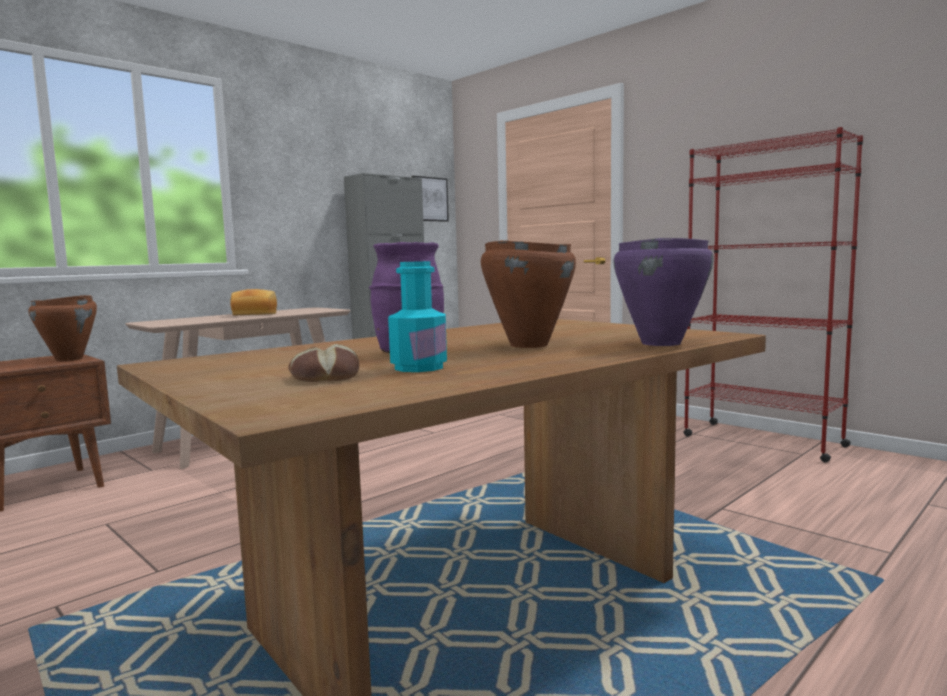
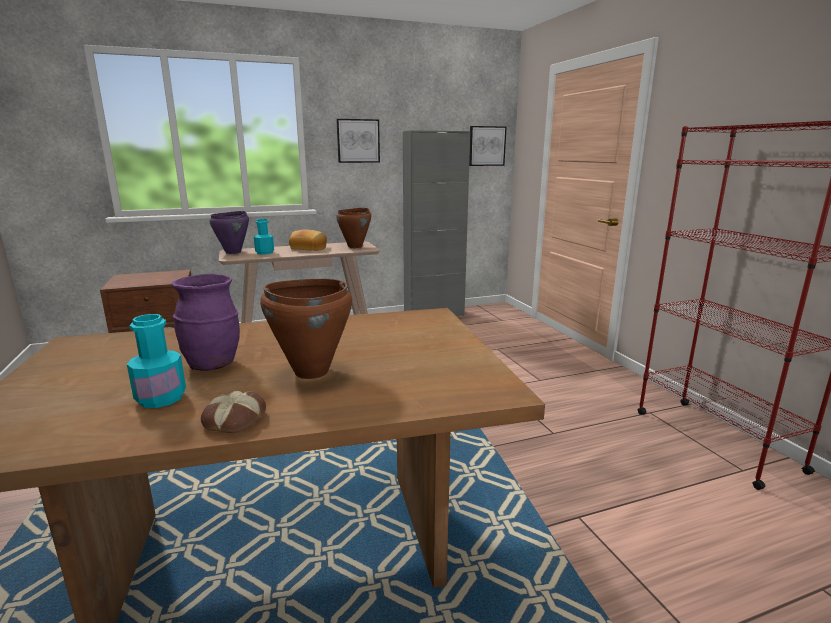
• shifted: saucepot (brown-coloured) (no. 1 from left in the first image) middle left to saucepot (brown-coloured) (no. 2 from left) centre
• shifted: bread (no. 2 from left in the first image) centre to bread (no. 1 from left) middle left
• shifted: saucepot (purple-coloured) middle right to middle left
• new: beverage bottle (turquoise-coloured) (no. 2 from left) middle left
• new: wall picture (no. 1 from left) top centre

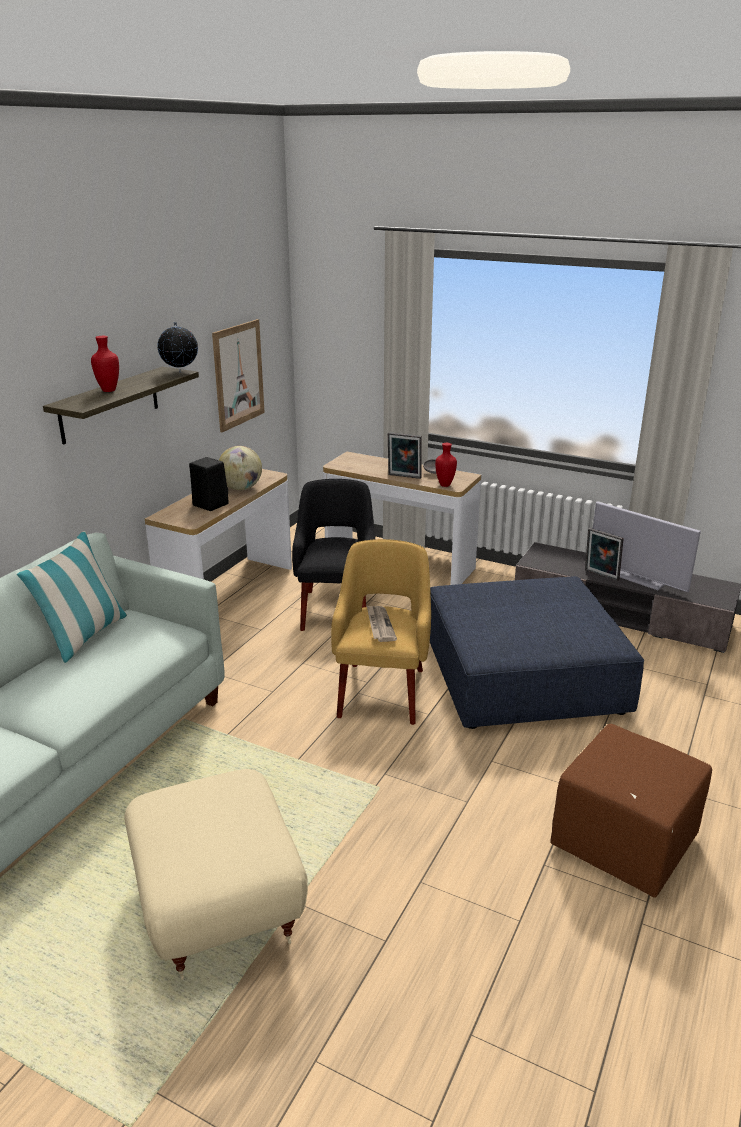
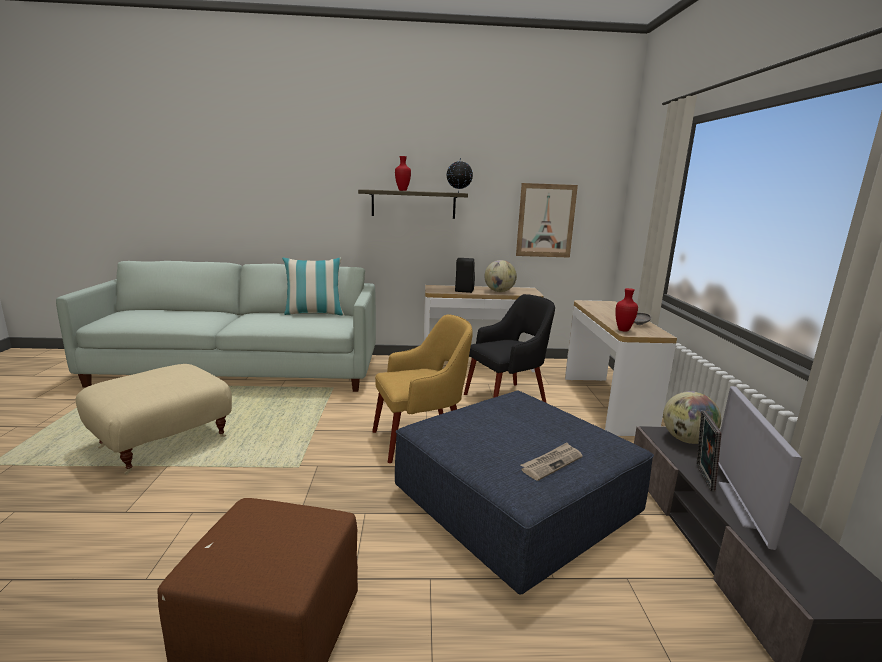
• shifted: newspaper centre to bottom centre
• gone: standing frame (no. 1 from left) centre
• new: globe (no. 3 from left) middle right

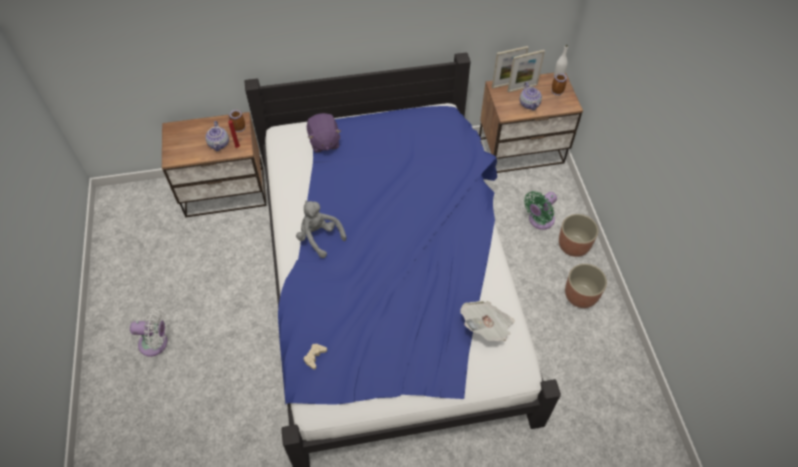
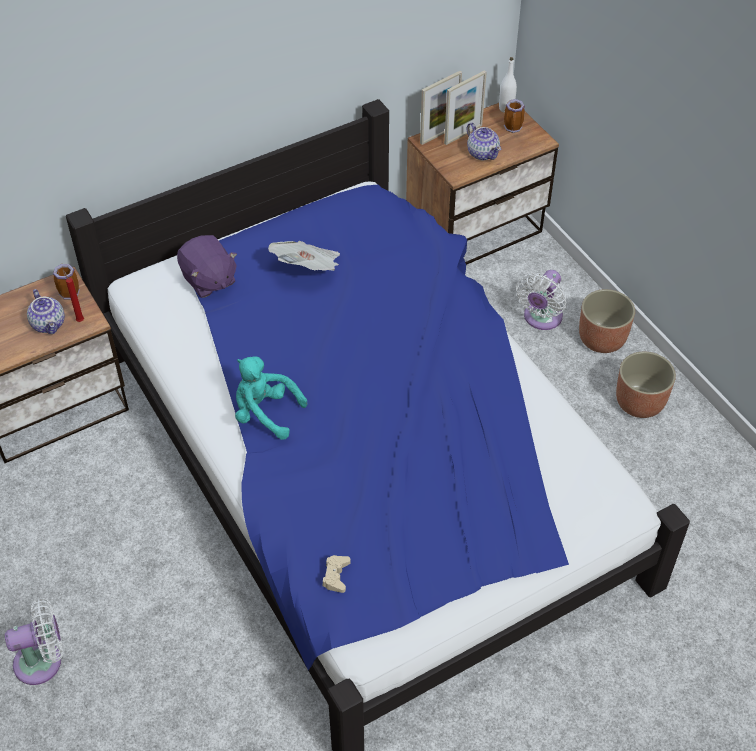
• repainted: soft toy (grey) centre to soft toy (turquoise-coloured) centre
• shifted: newspaper bottom centre to centre
• repainted: electric fan (green-coloured) middle right to electric fan (white-coloured) (no. 2 from left) middle right

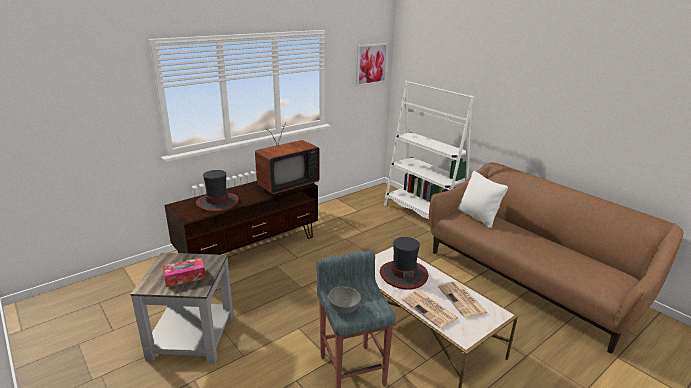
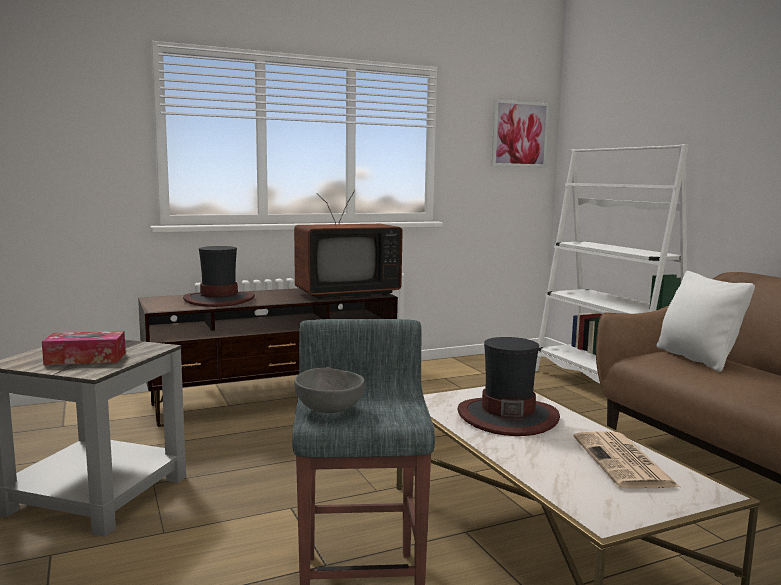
• gone: newspaper (no. 1 from left) bottom centre

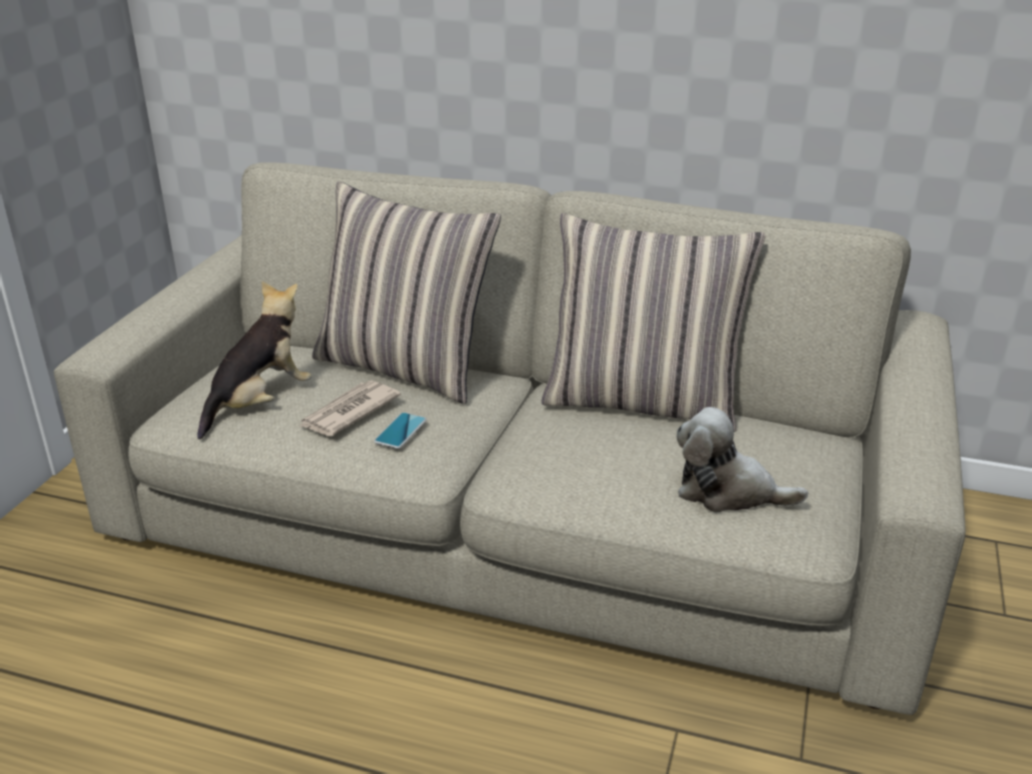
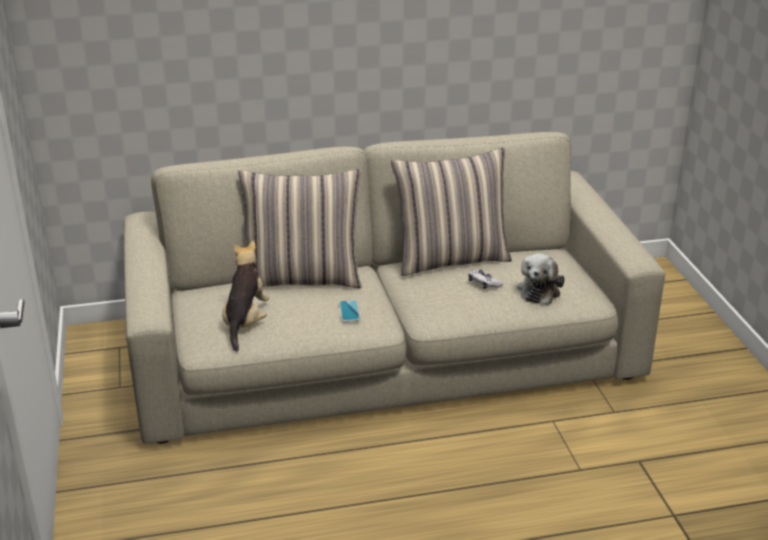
• gone: newspaper centre
• rotated: soft toy (no. 2 from left) middle right = middle right 60 degrees counterclockwise
• new: game controller centre

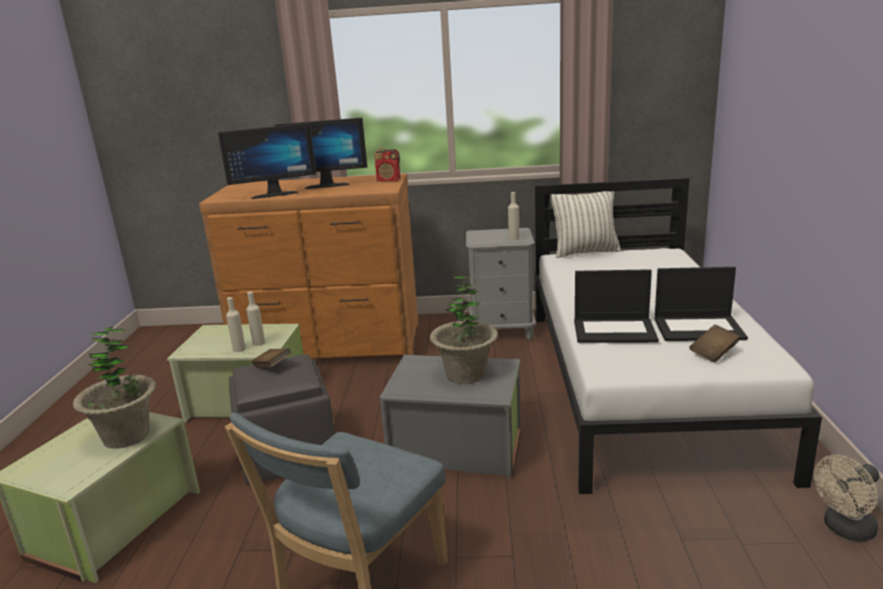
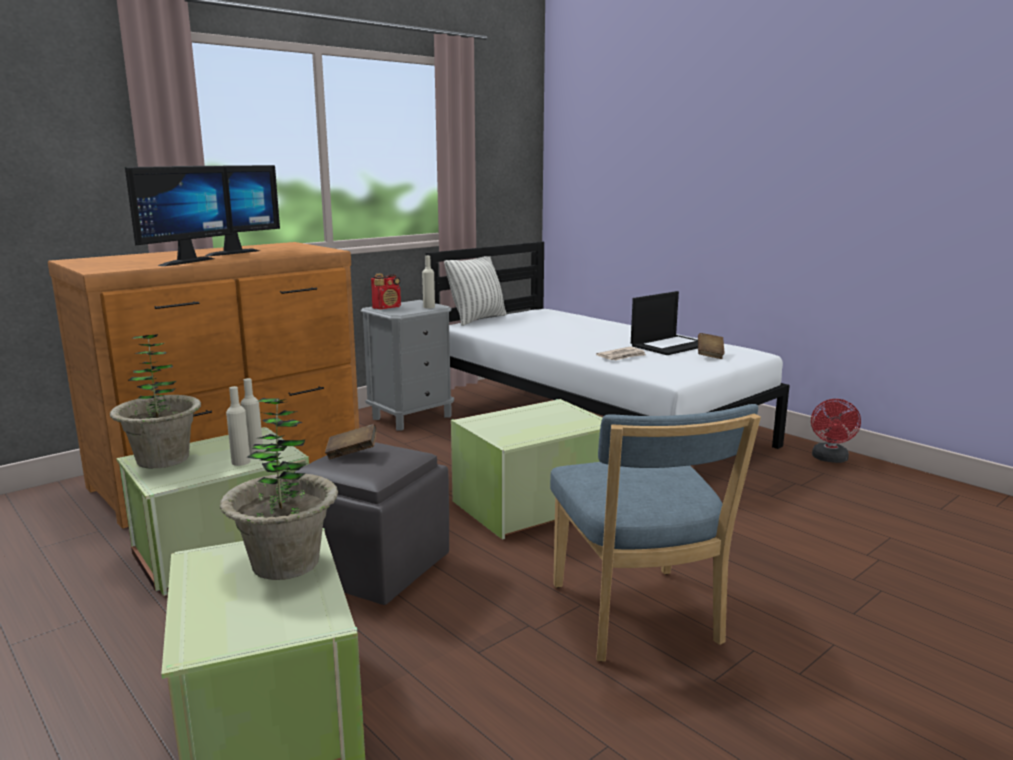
• shifted: radio set top centre to centre
• repainted: storage bin (grey) bottom centre to storage bin (green-coloured) (no. 3 from left) centre
• shifted: plant in a pot (no. 2 from left in the first image) centre to plant in a pot (no. 1 from left) middle left
• swapped: portable computer (no. 1 from left) middle right to newspaper centre
• repainted: electric fan (beige) bottom right to electric fan (reddish) middle right

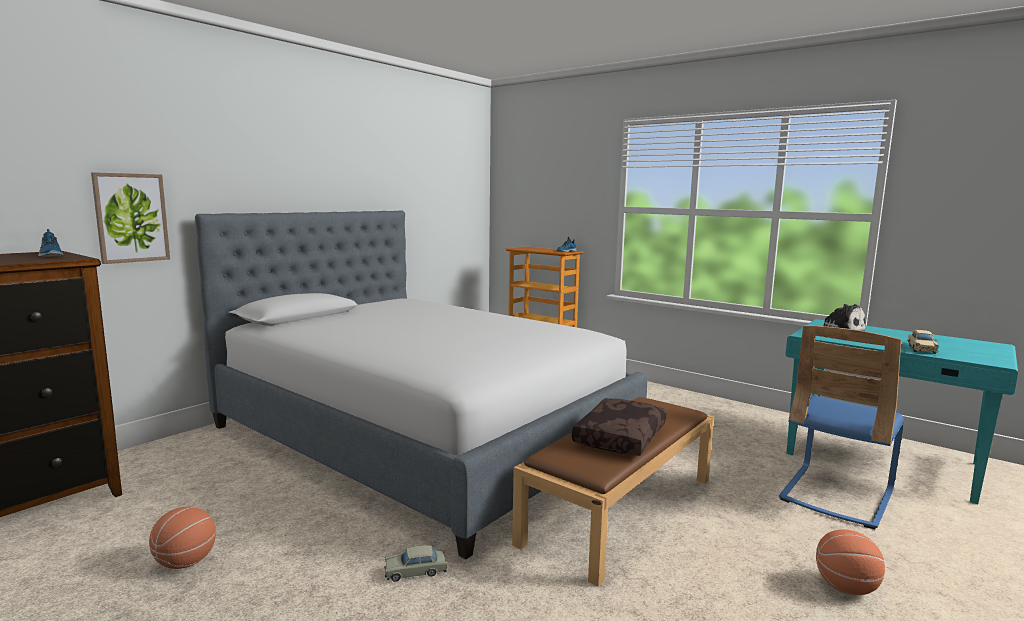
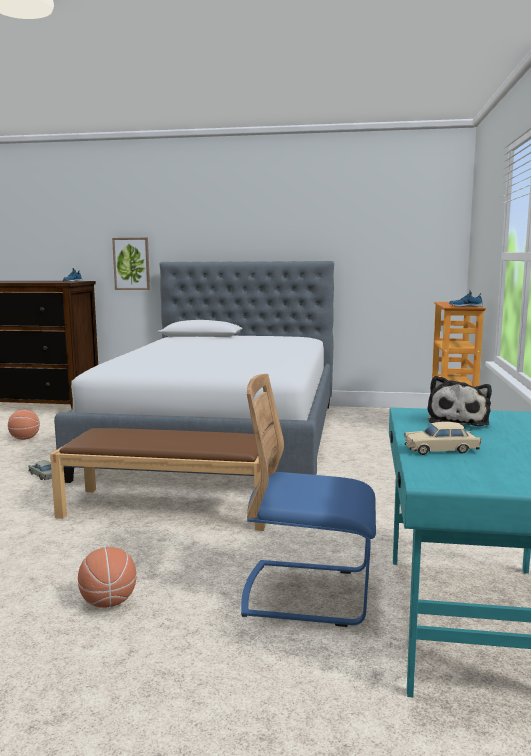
• gone: cushion (brown-coloured) bottom centre

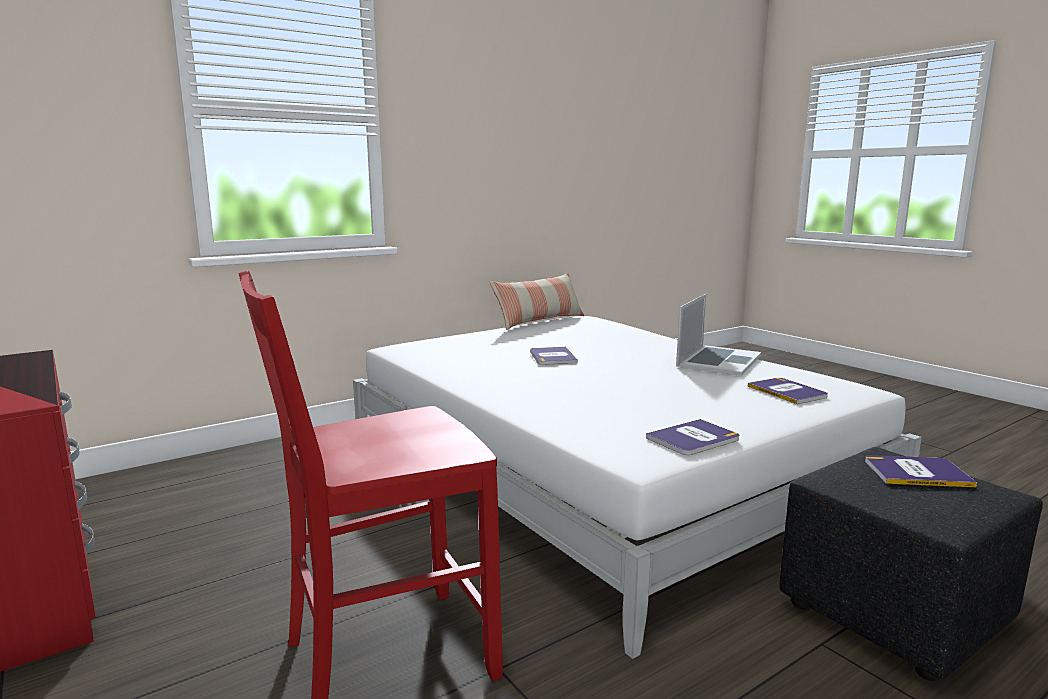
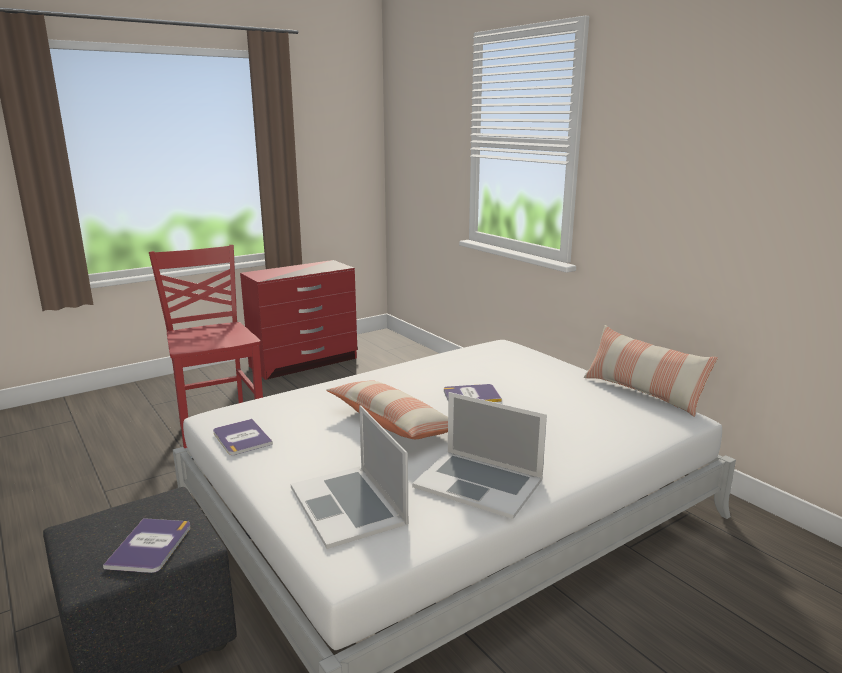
• swapped: volume (no. 3 from left) middle right to portable computer (no. 1 from left) bottom centre
• new: cushion (no. 1 from left) centre

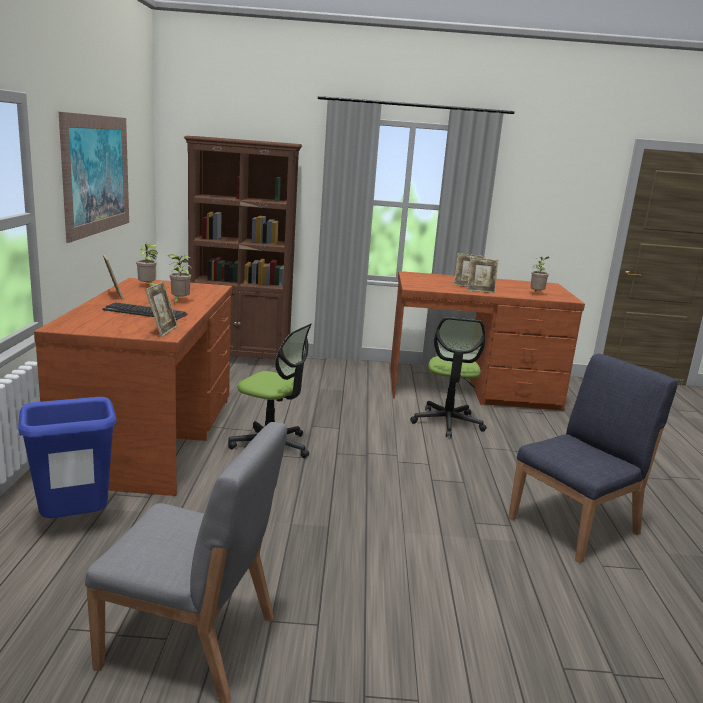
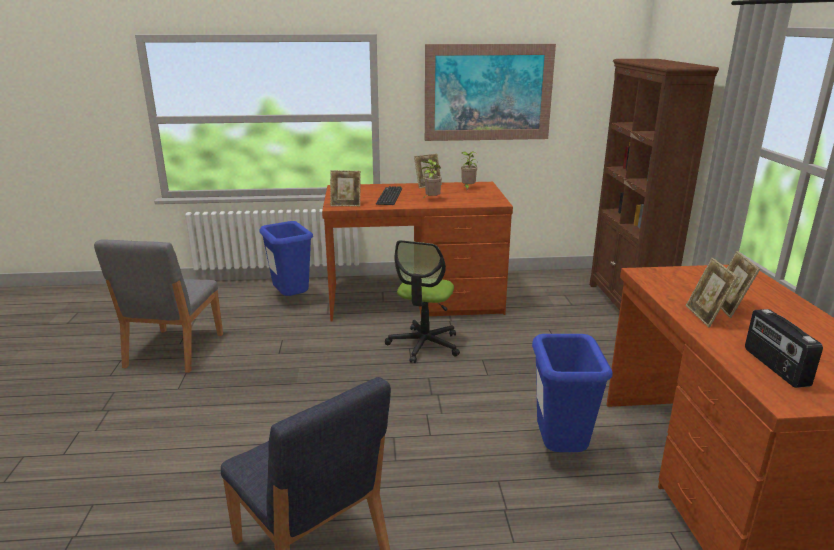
• swapped: desk chair (no. 2 from left) centre to trash can (blue-coloured) (no. 2 from left) bottom right
• swapped: plant in a pot (no. 3 from left) middle right to radio set middle right

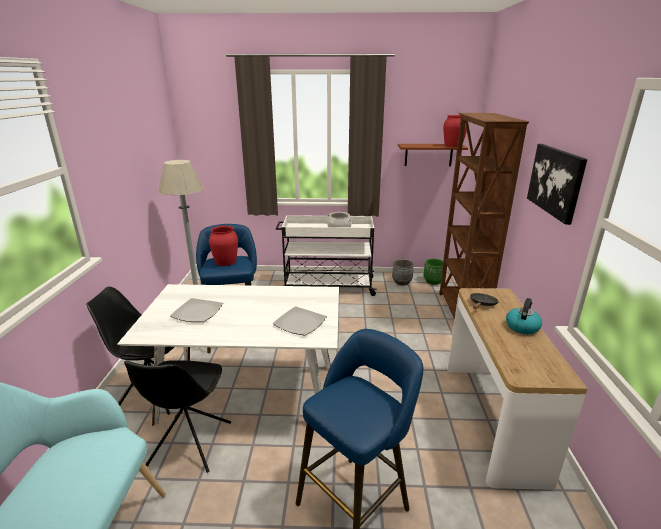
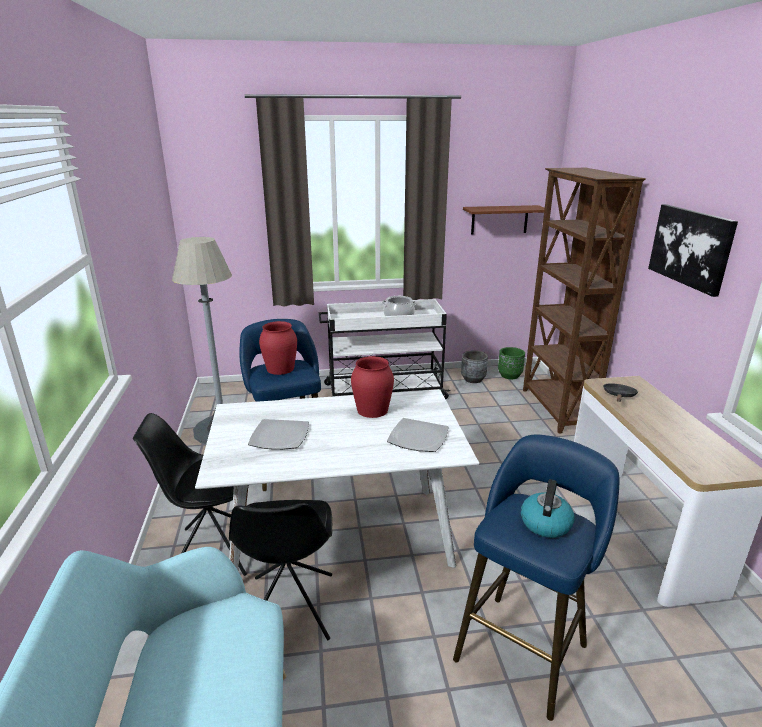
• shifted: vase (reddish) (no. 2 from left) top right to centre
• shifted: tea kettle middle right to bottom right

